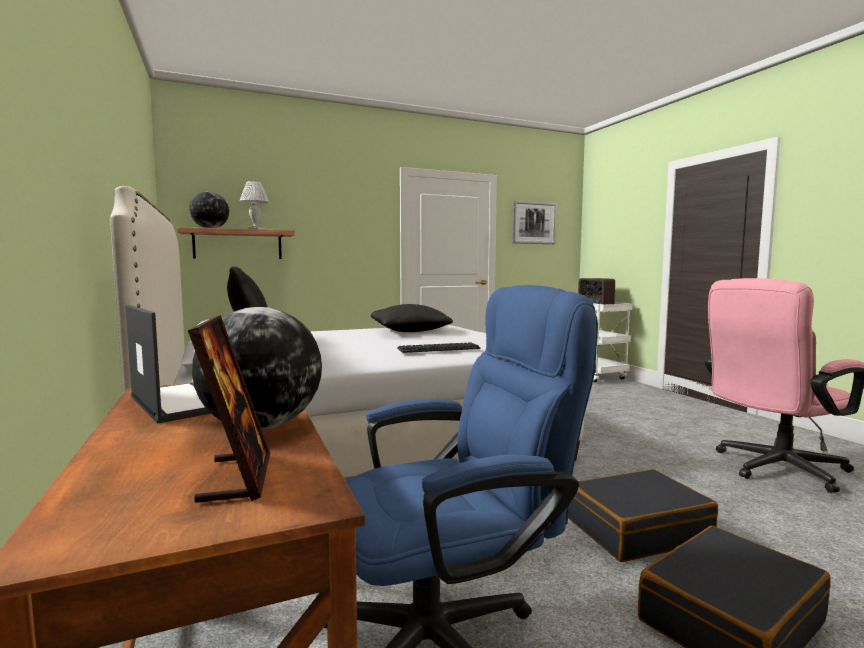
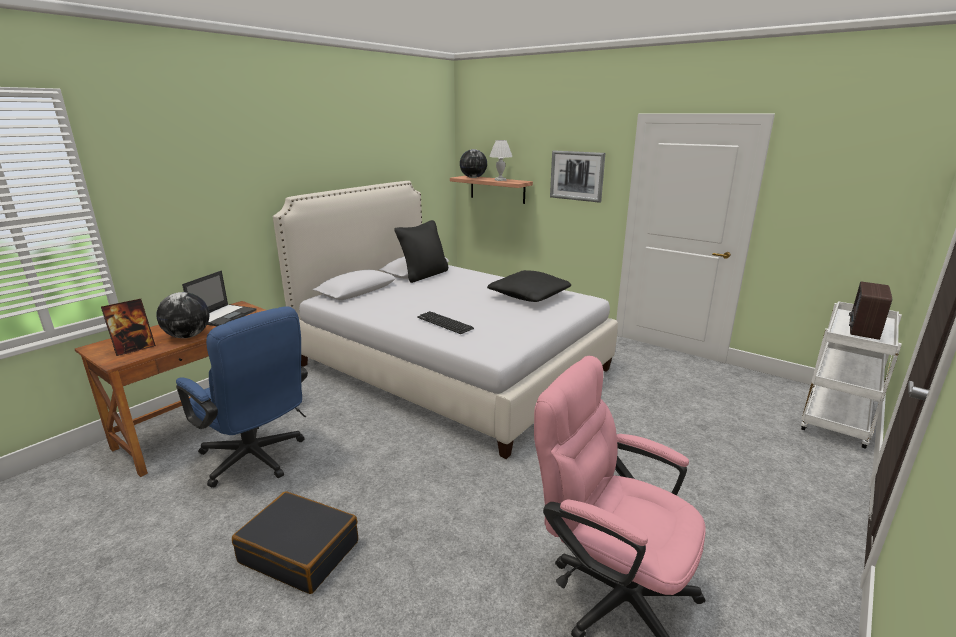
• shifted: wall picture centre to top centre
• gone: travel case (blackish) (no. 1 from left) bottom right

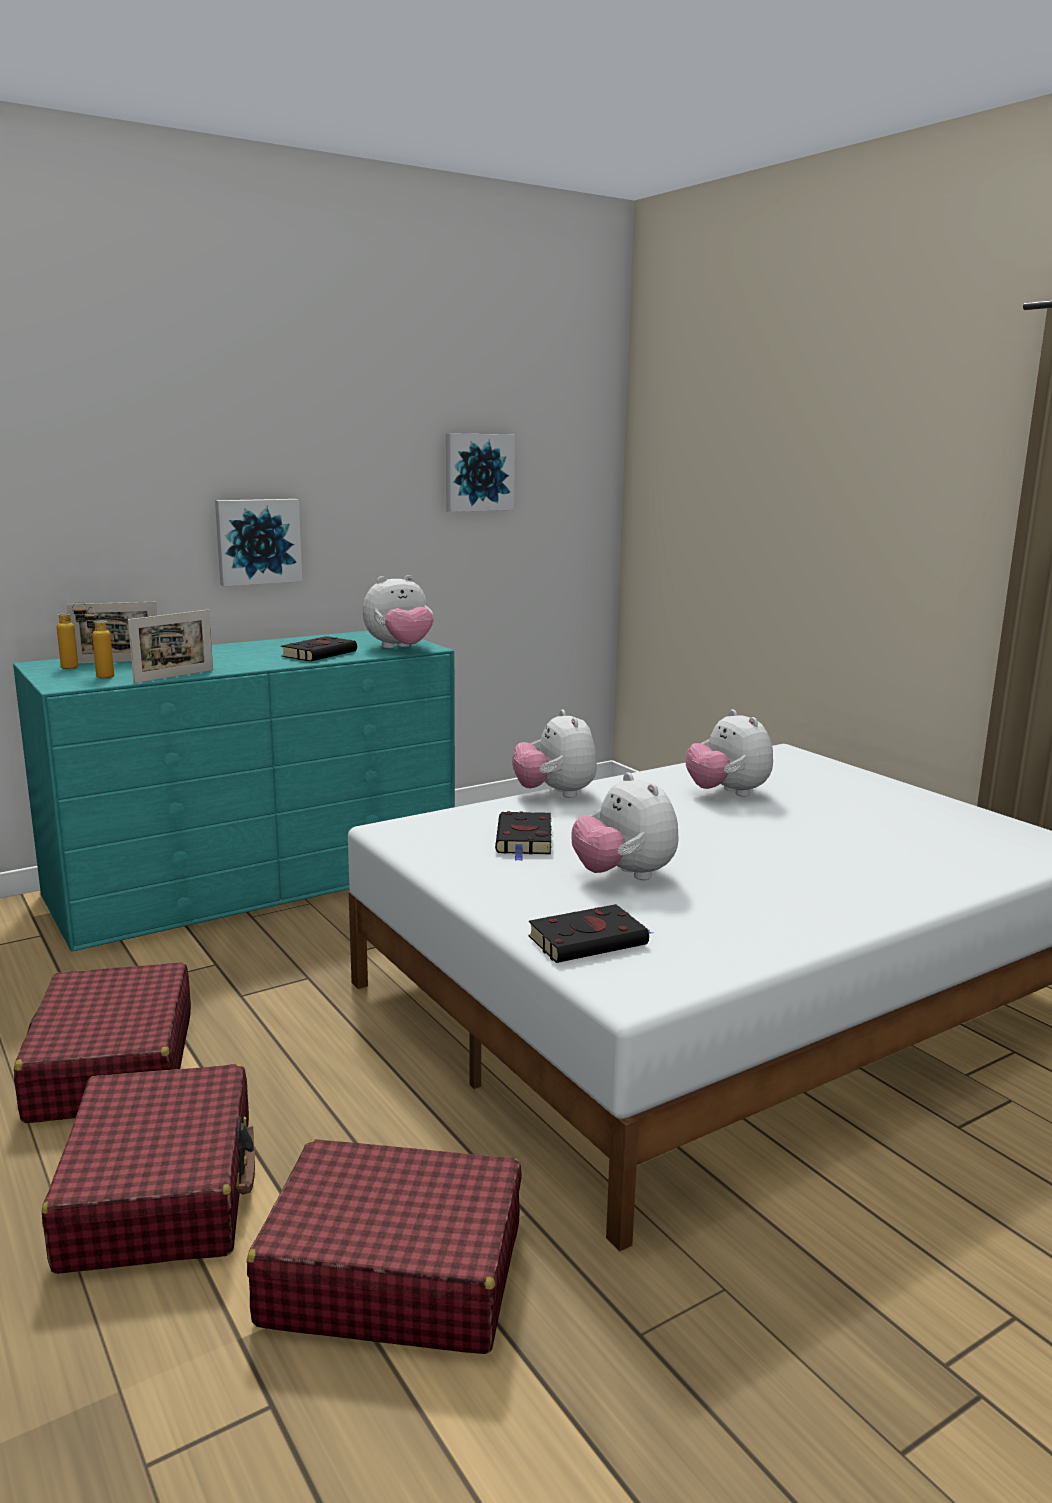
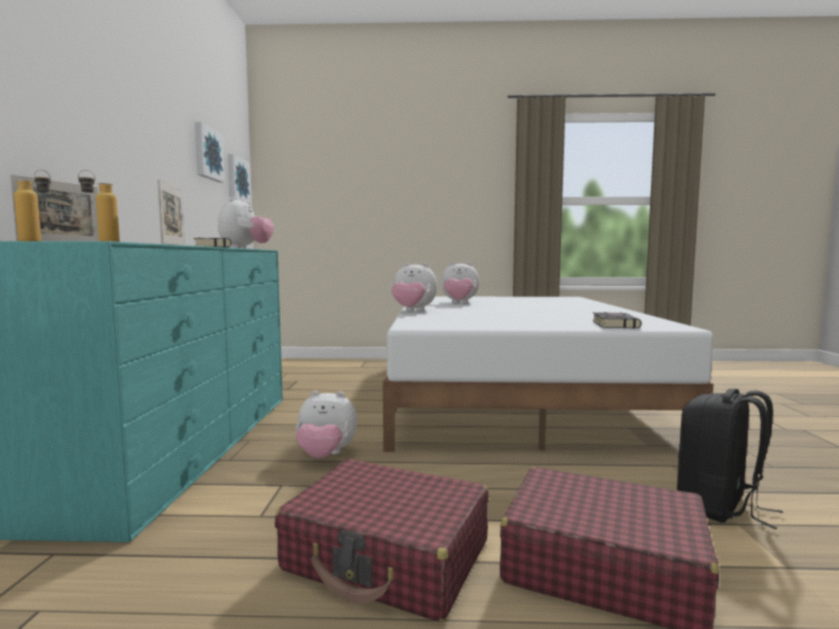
• shifted: wall picture (no. 1 from left in the first image) middle left to wall picture (no. 2 from left) top left
• swapped: travel case (reddish) (no. 3 from left) bottom centre to knapsack (blackish) bottom right
• gone: volume (blackish) (no. 2 from left) centre
• shifted: soft toy (no. 3 from left in the first image) centre to soft toy (no. 2 from left) bottom centre

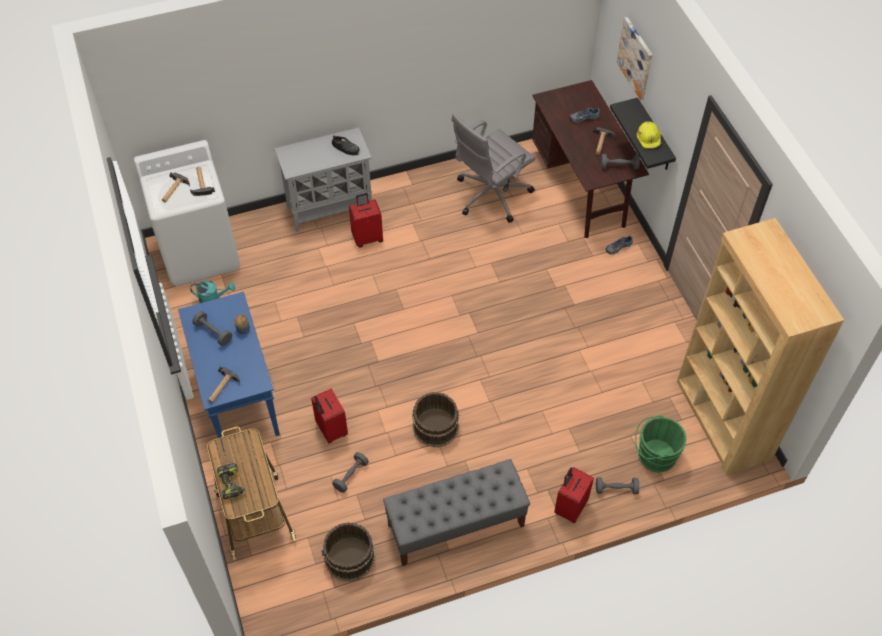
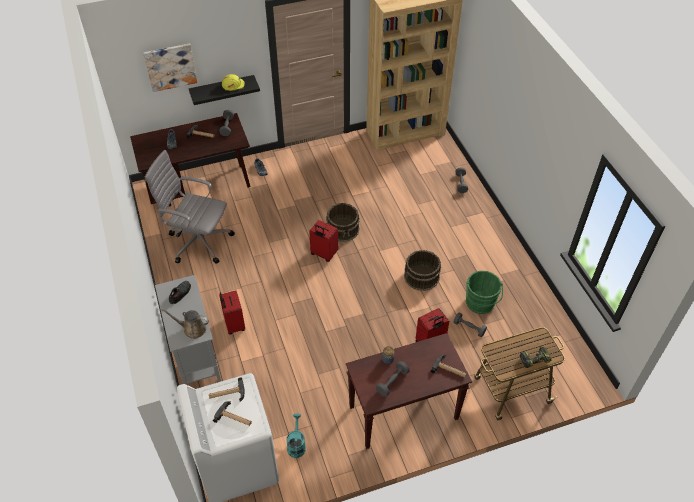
• repainted: console table (blue-coloured) middle left to console table (brown-coloured) bottom centre
• shifted: bucket (brown-coloured) (no. 1 from left) bottom centre to centre
• gone: indoor bench (grey) bottom centre
• rotated: desk chair (grey) top centre = middle left 150 degrees clockwise
• shifted: travel case (reddish) (no. 3 from left in the first image) bottom centre to travel case (reddish) (no. 2 from left) centre
• shifted: bucket (green-coloured) bottom right to middle right
• new: watering can (brown-coloured) middle left

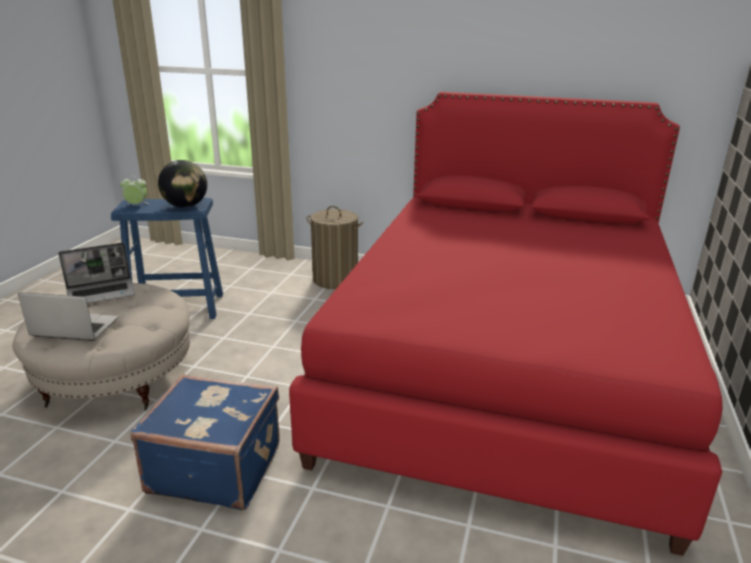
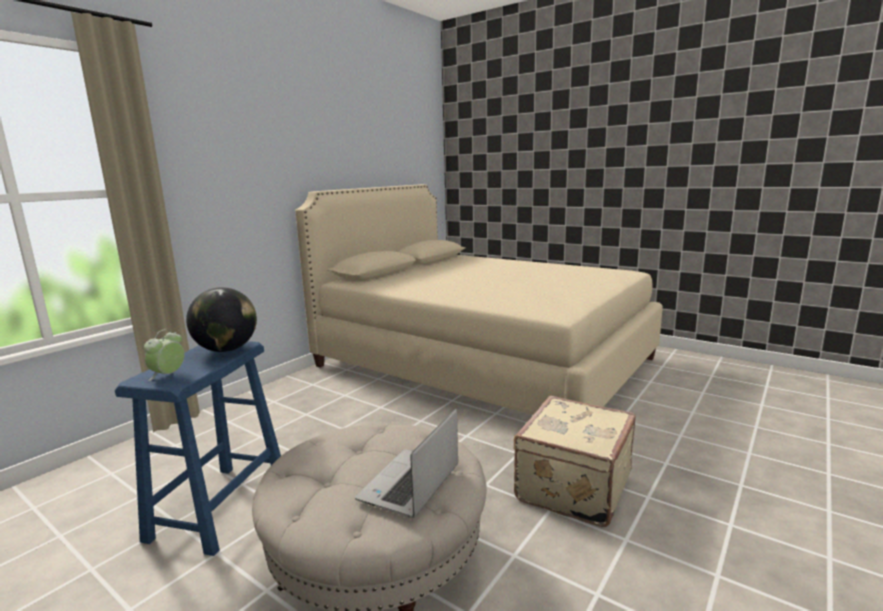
• gone: portable computer (no. 2 from left) middle left
• repainted: travel case (blue-coloured) bottom left to travel case (beige) bottom centre
• repainted: sleeping bed (reddish) middle right to sleeping bed (beige) centre
• gone: laundry basket centre

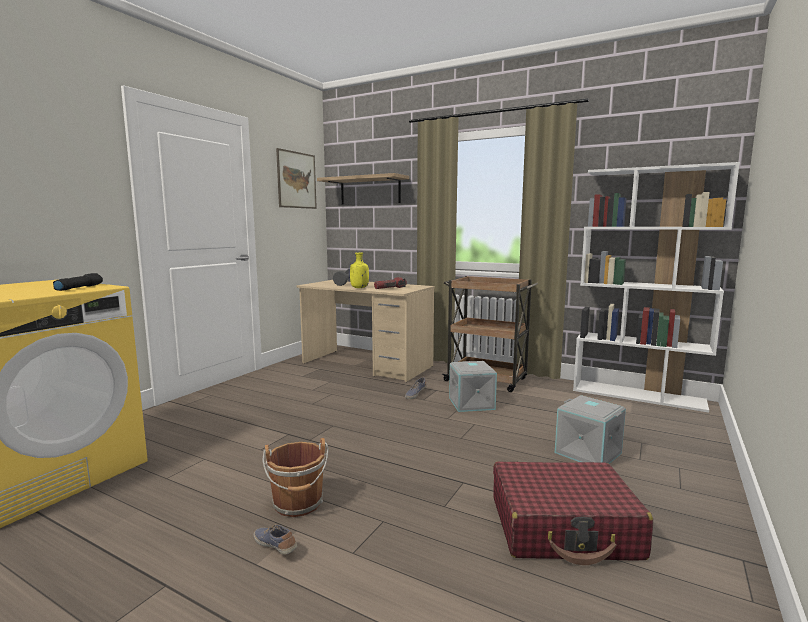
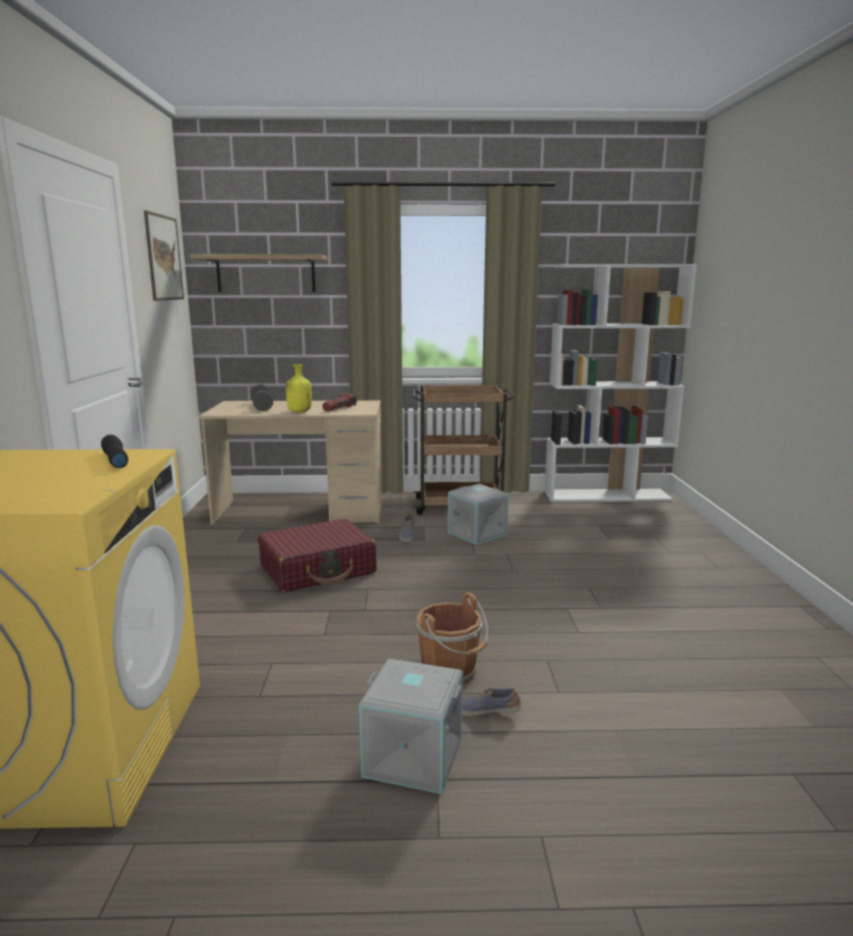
• shifted: travel case (reddish) bottom right to centre
• shifted: storage bin (grey) (no. 2 from left in the first image) bottom right to storage bin (grey) (no. 1 from left) bottom centre

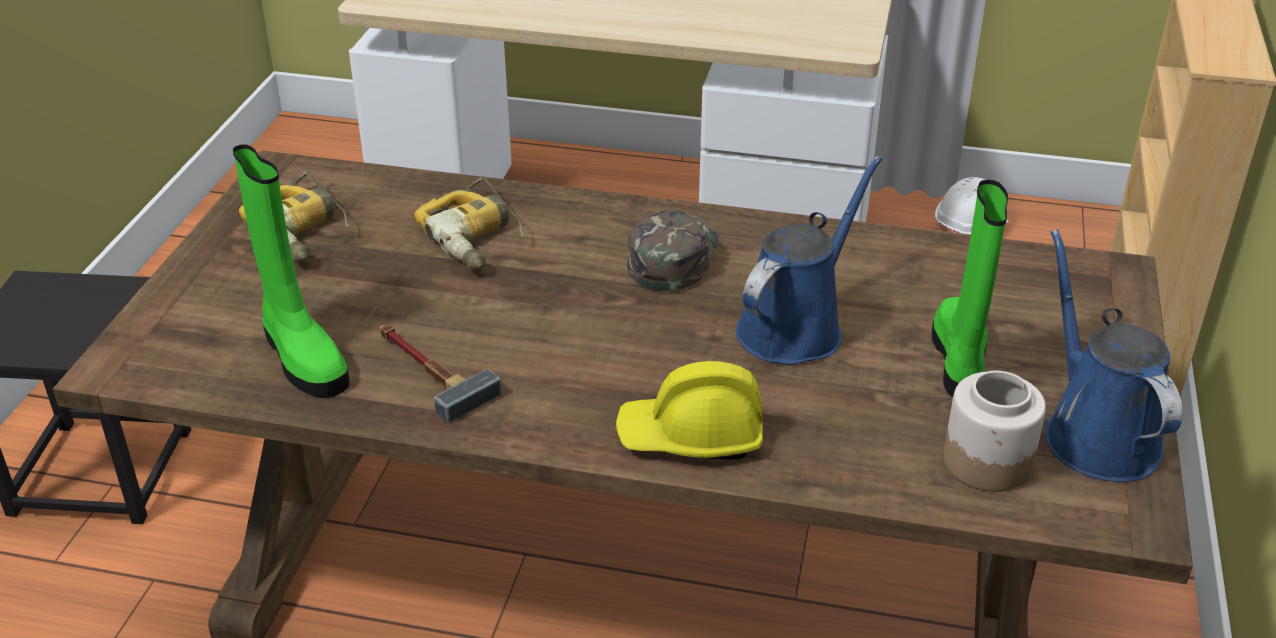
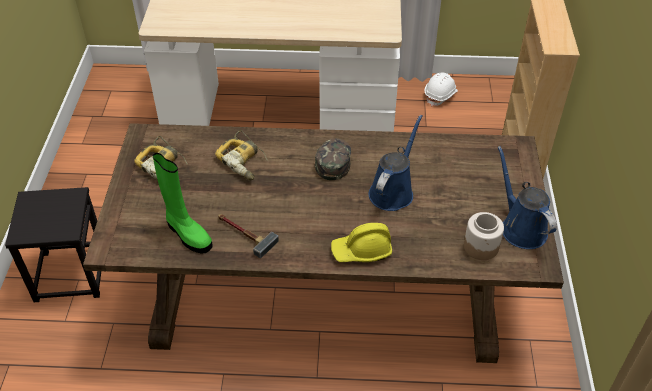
• gone: tall boot (green-coloured) (no. 2 from left) middle right

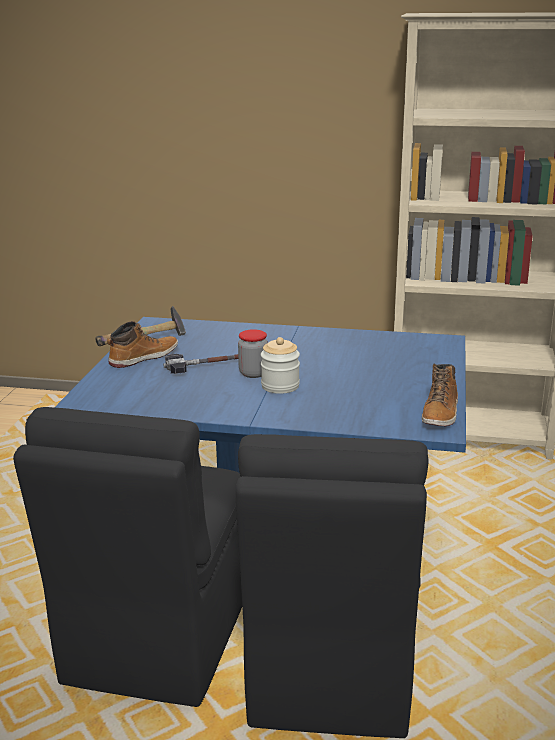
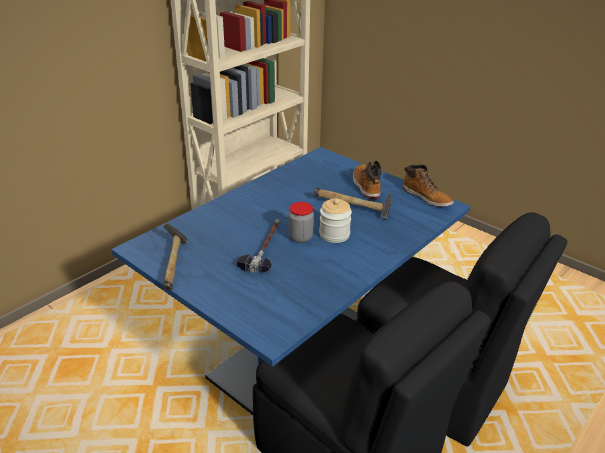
• shifted: tall boot (no. 1 from left) middle left to centre
• new: hand hammer (no. 3 from left) centre

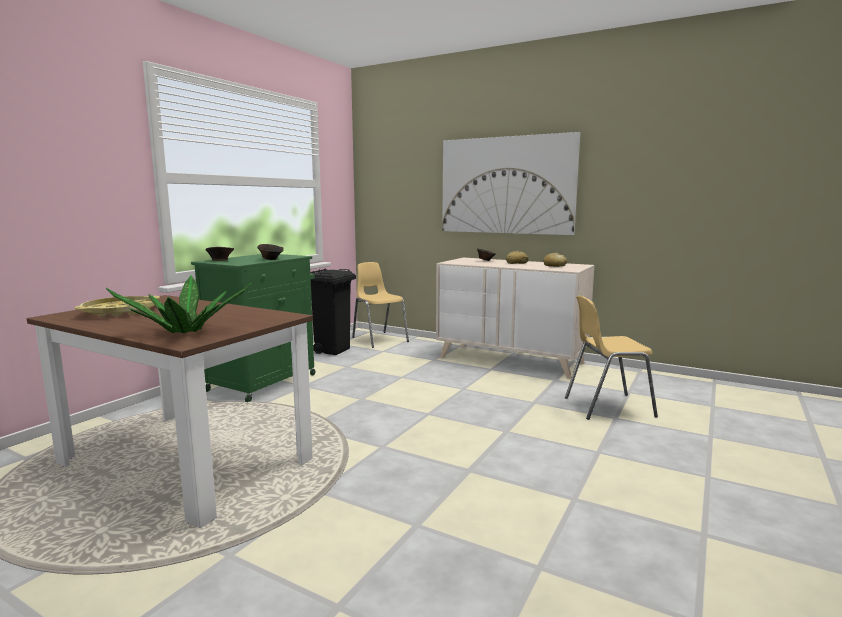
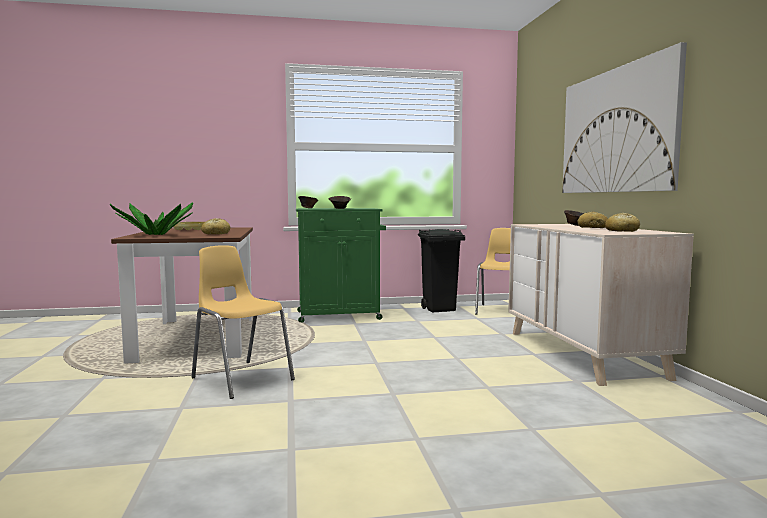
• shifted: upright chair (yellowish) (no. 2 from left in the first image) middle right to upright chair (yellowish) (no. 1 from left) middle left
• new: bread (no. 1 from left) middle left

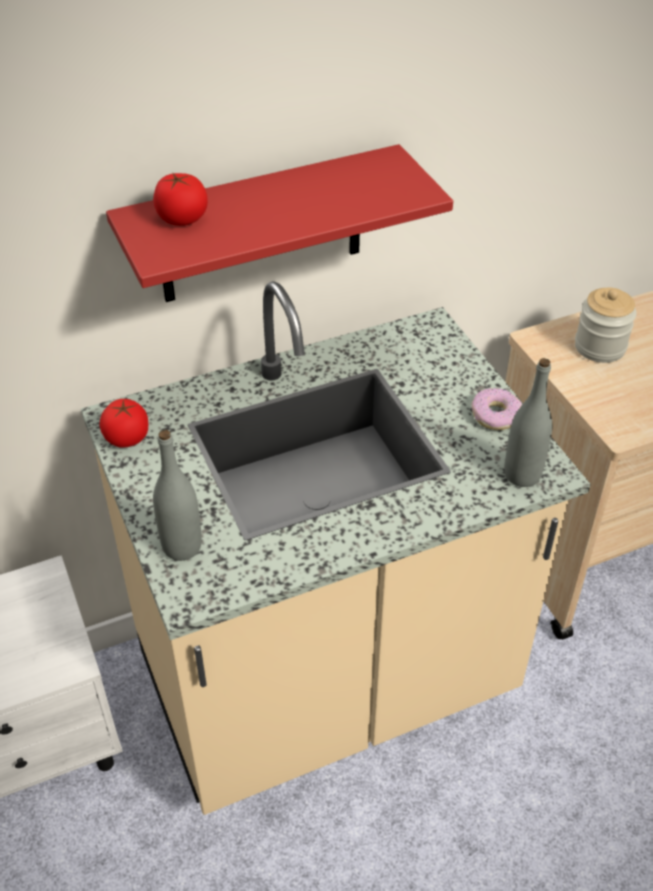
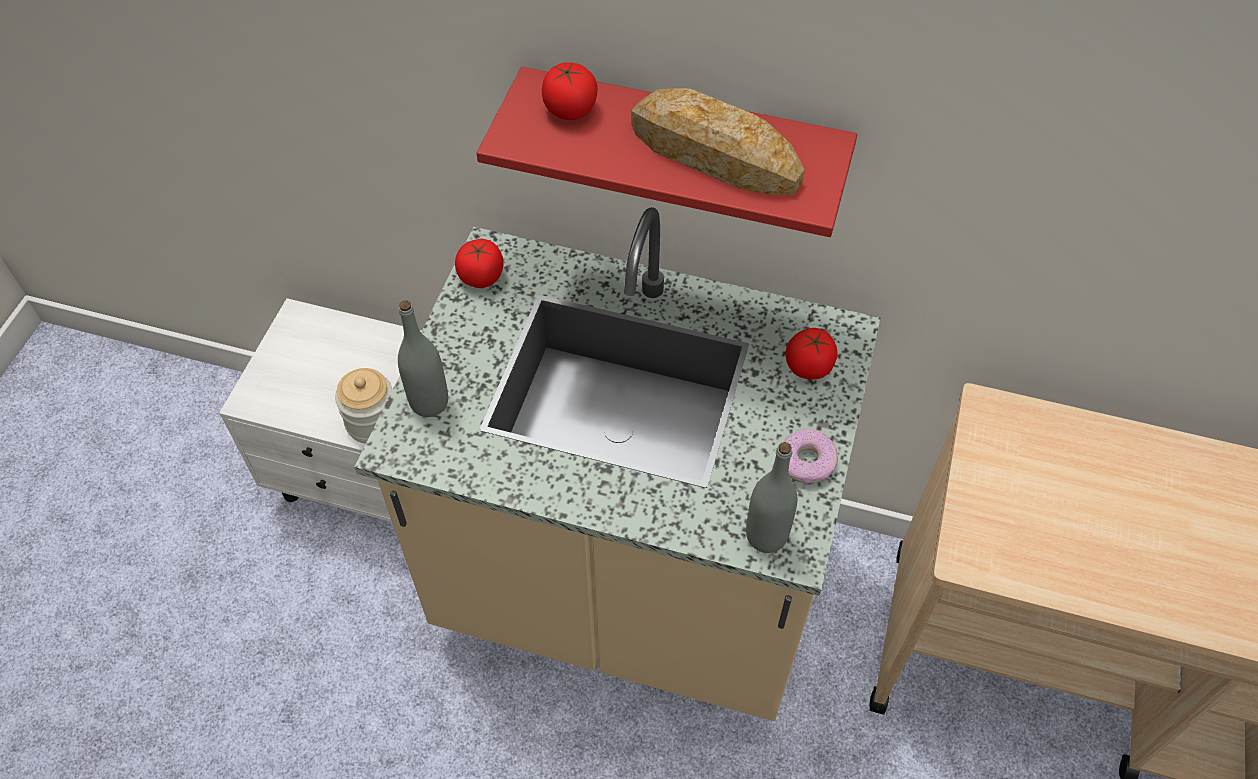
• shifted: storage jar middle right to middle left
• new: bread top centre
• new: tomato (no. 3 from left) centre

